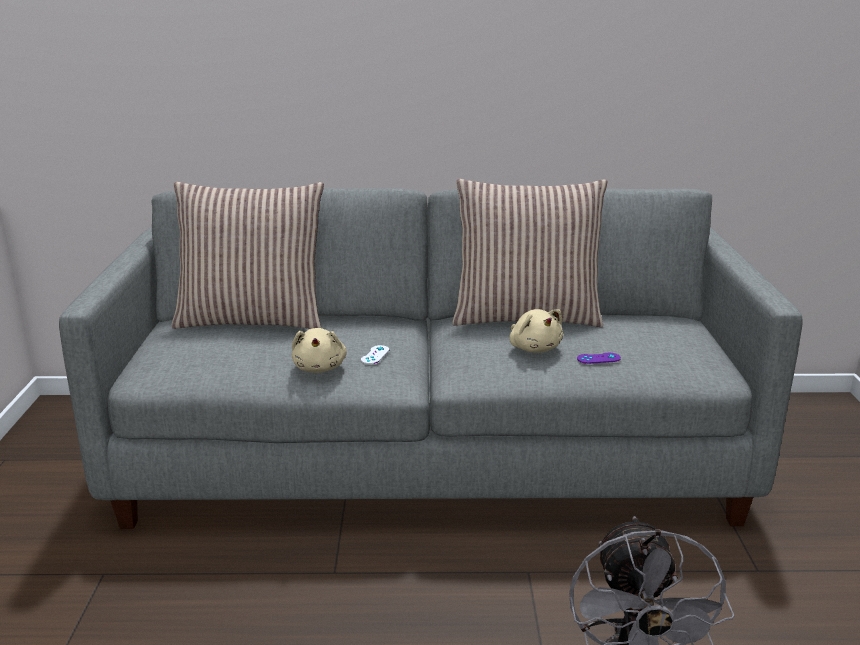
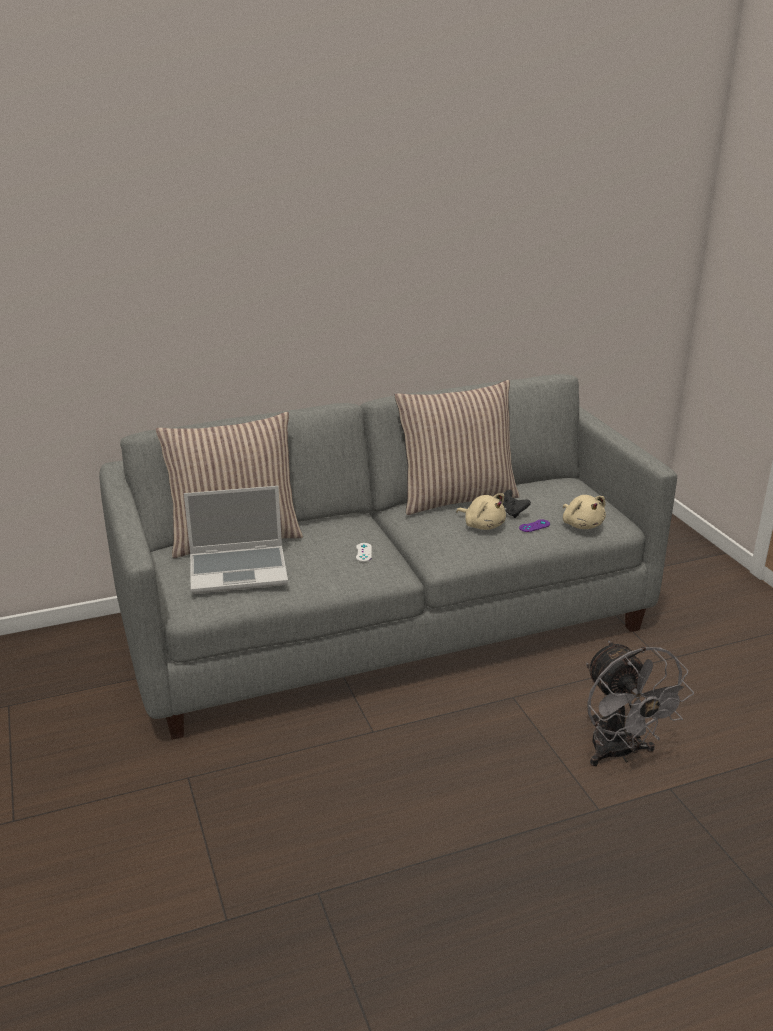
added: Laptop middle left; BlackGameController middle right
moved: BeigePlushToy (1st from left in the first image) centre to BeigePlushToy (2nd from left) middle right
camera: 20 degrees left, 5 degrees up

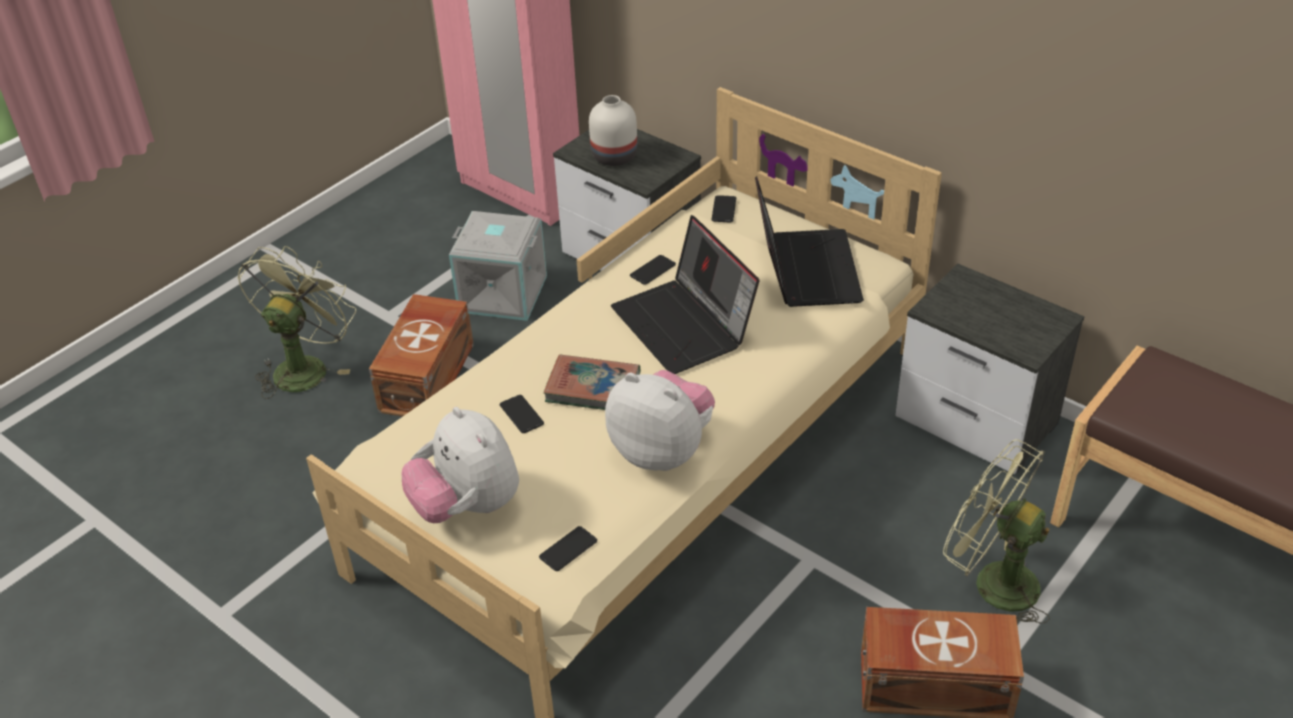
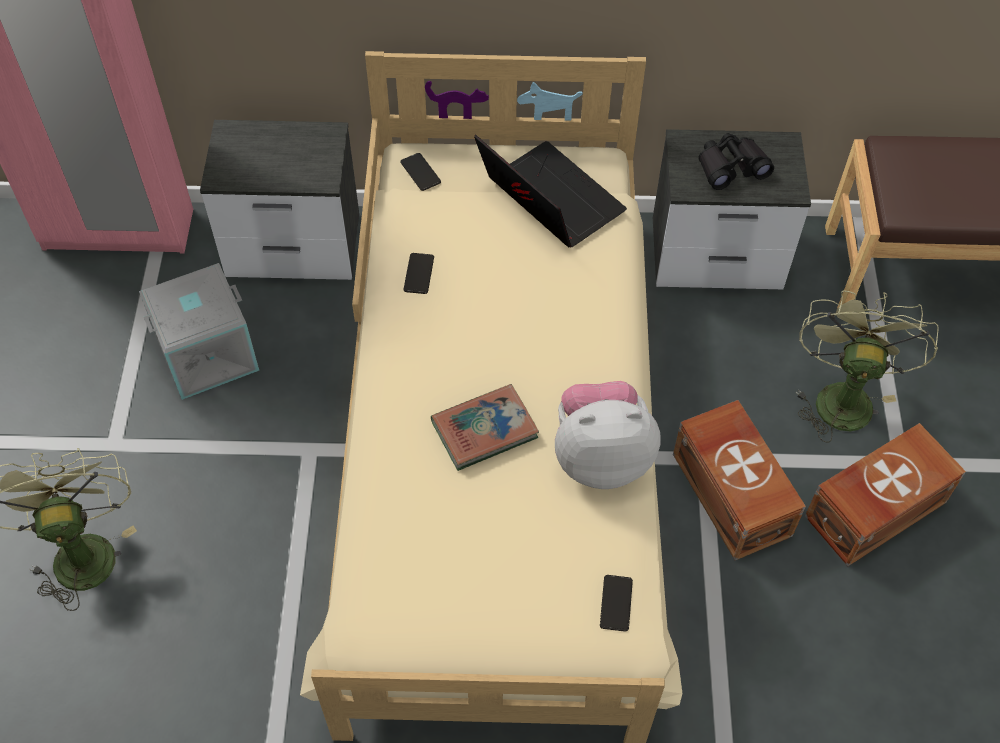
removed: PlushToy (1st from left) centre; Phone (1st from left) centre; WhiteVase top centre; Laptop (1st from left) centre
added: BlackBinoculars top right
moved: BrownStorageBox (1st from left) middle left to middle right
turned: GreenFan (2nd from left) bottom right = middle right 105 degrees clockwise
camera: 40 degrees left, 15 degrees up

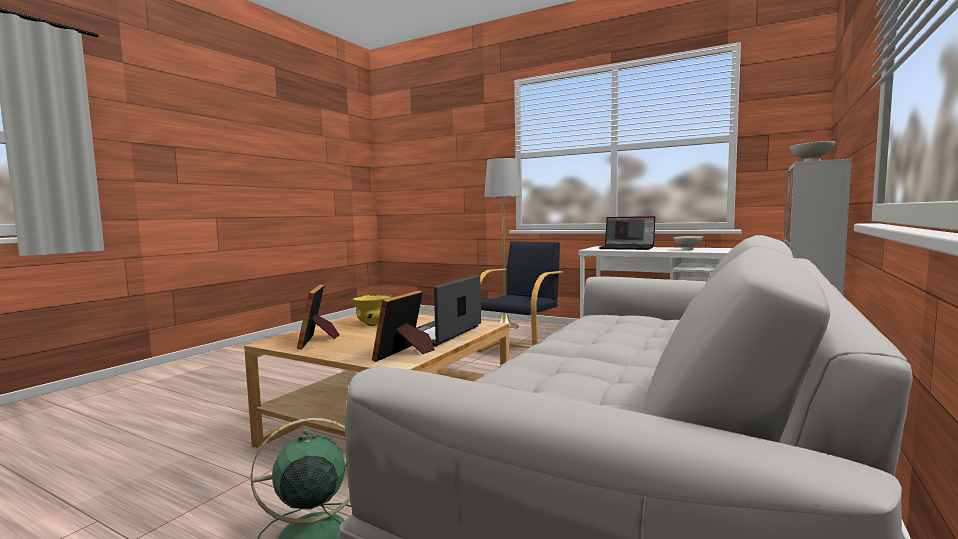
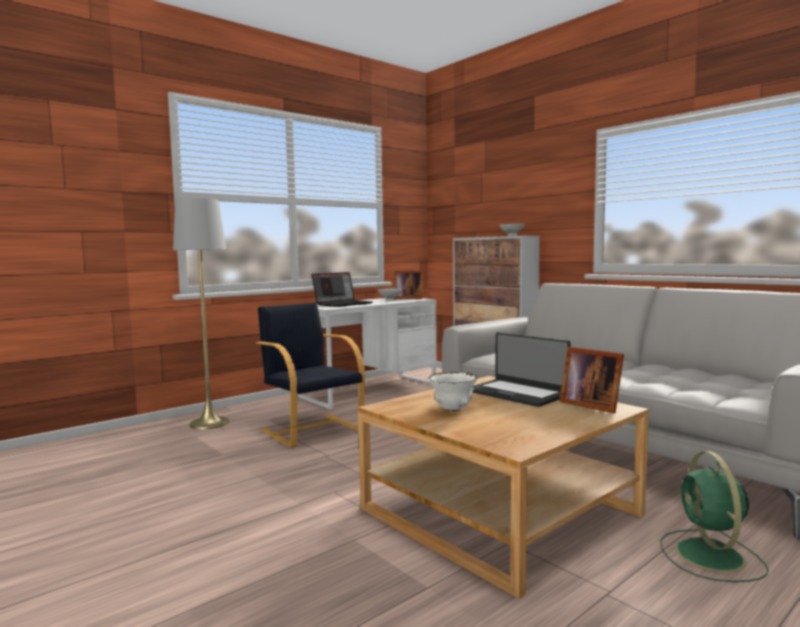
moved: PictureFrame (1st from left) middle left to centre
recoloured: YellowBowl centre to WhiteBowl (2nd from left) centre
camera: 70 degrees left, 0 degrees up

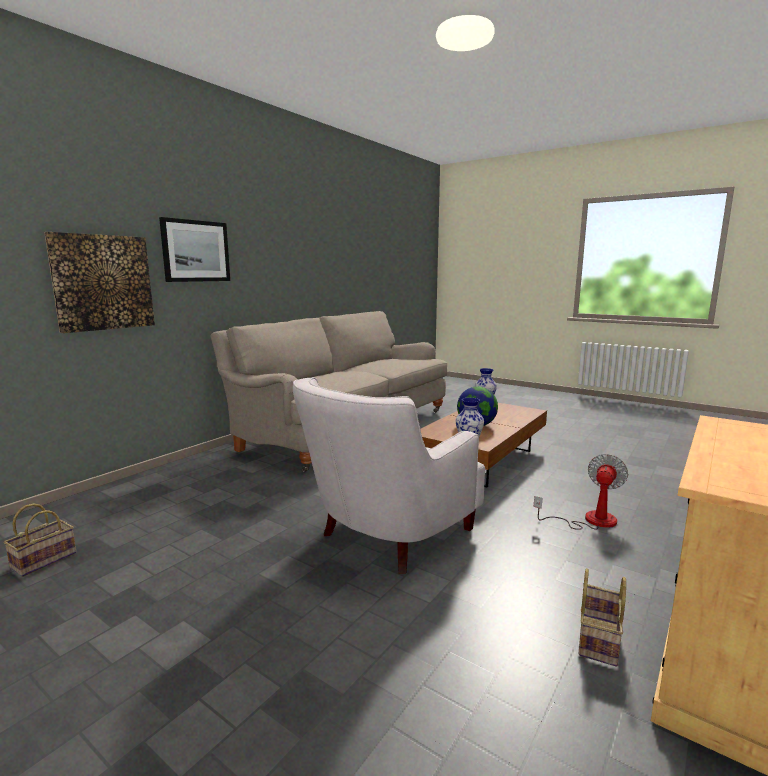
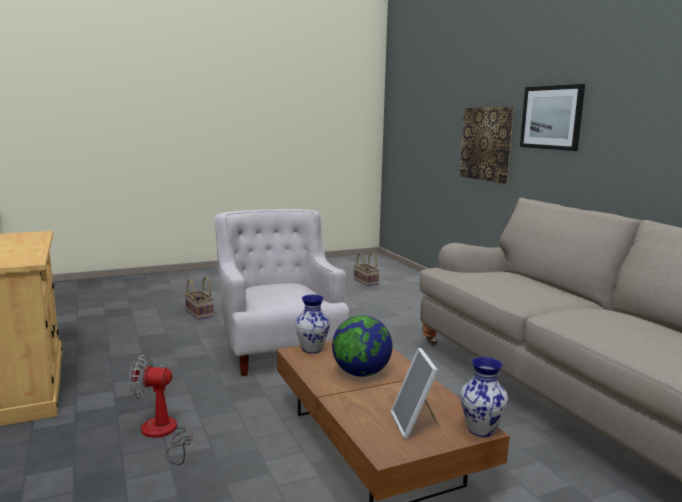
added: PictureFrame bottom centre
moved: Basket (2nd from left in the first image) bottom right to Basket (1st from left) middle left
turned: Fan middle right = bottom left 120 degrees clockwise
camera: 120 degrees right, 0 degrees up

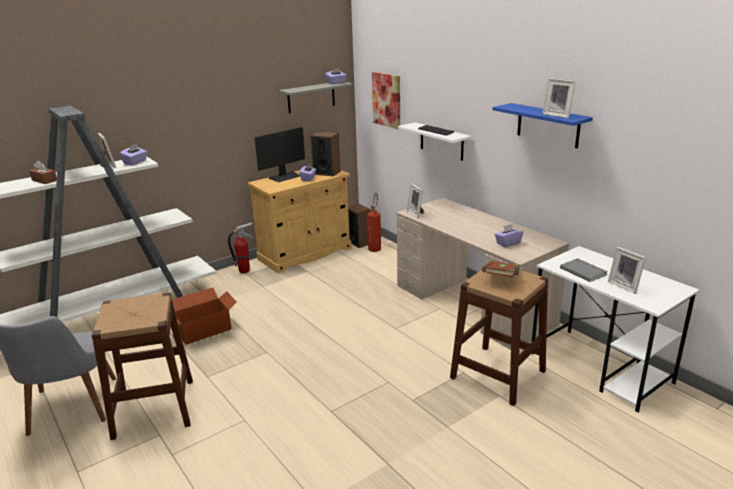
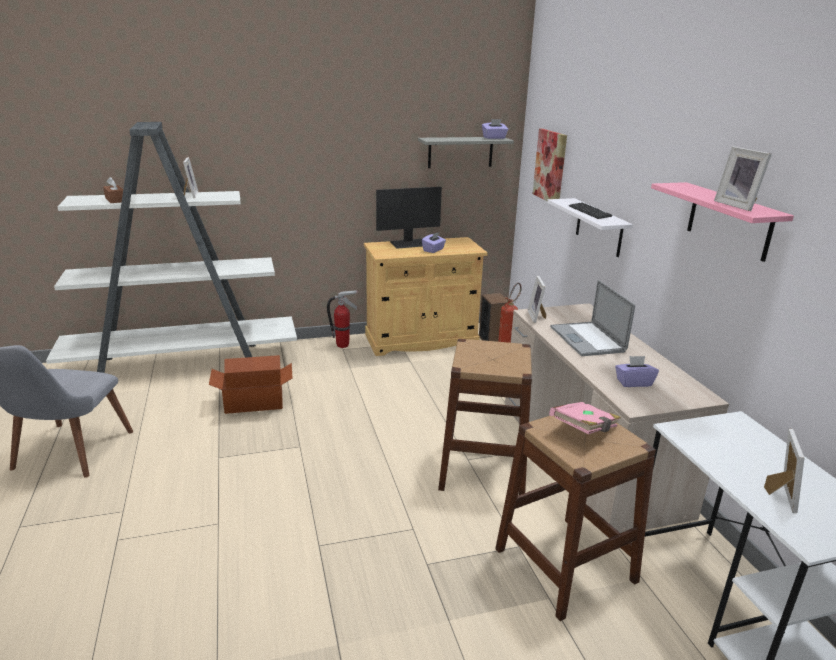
removed: PurpleTissueBox (1st from left) top left; Speaker (1st from left) top centre; GreyBook middle right
added: Laptop middle right
moved: BrownStool (1st from left) bottom left to centre
recoloured: BrownBook middle right to PinkBook middle right; BlueShelf top right to PinkShelf middle right
turned: PictureFrame (4th from left) middle right = bottom right 150 degrees counterclockwise
camera: 20 degrees right, 0 degrees up

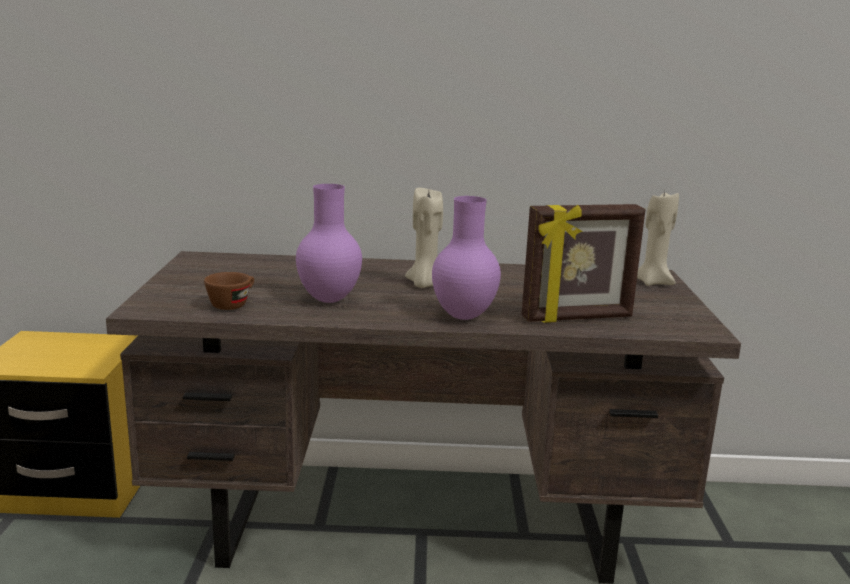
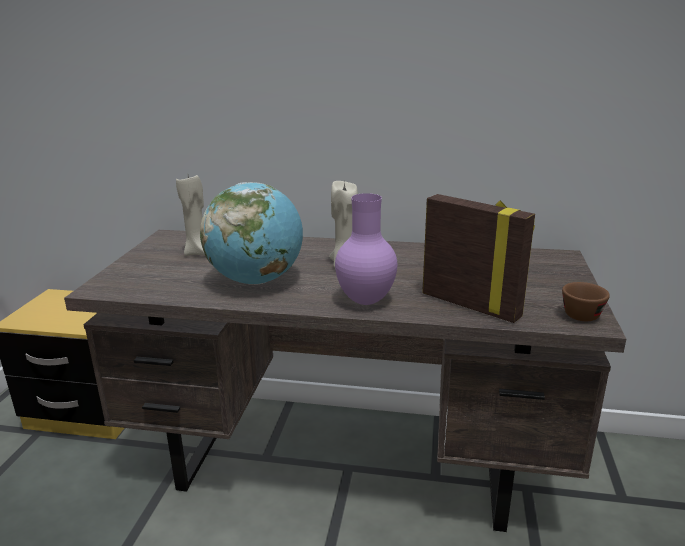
moved: BrownCup middle left to middle right; BeigeCandle (2nd from left in the first image) middle right to BeigeCandle (1st from left) middle left
replaced: PurpleVase (1st from left) centre to Globe centre
turned: PictureFrame middle right = middle right 135 degrees counterclockwise
camera: 10 degrees right, 5 degrees up

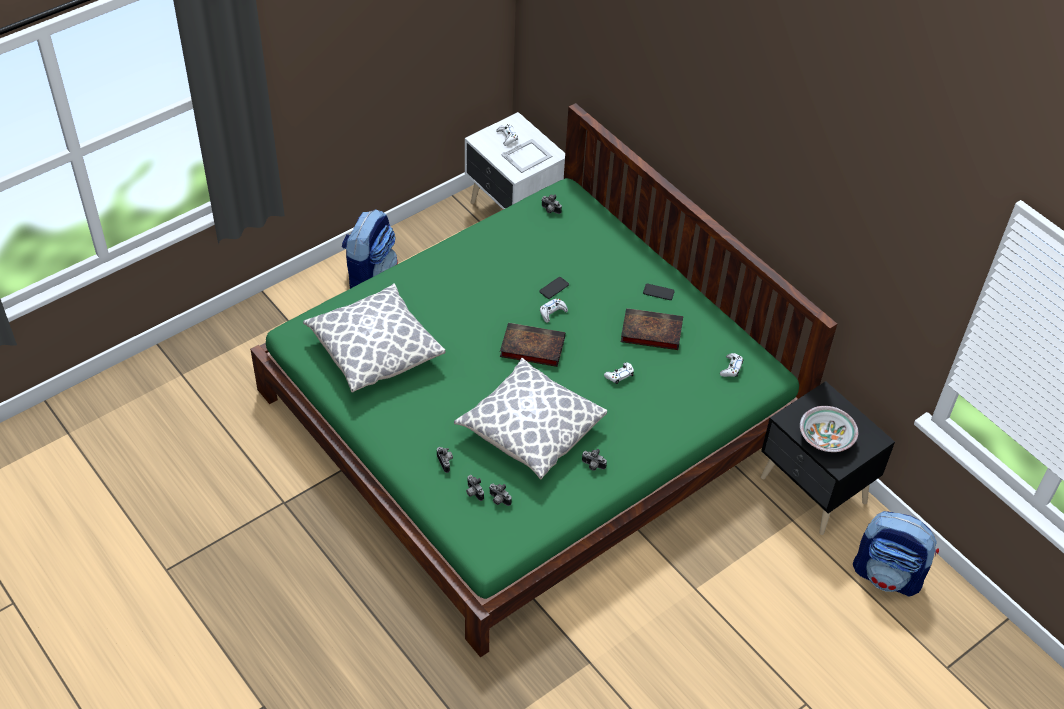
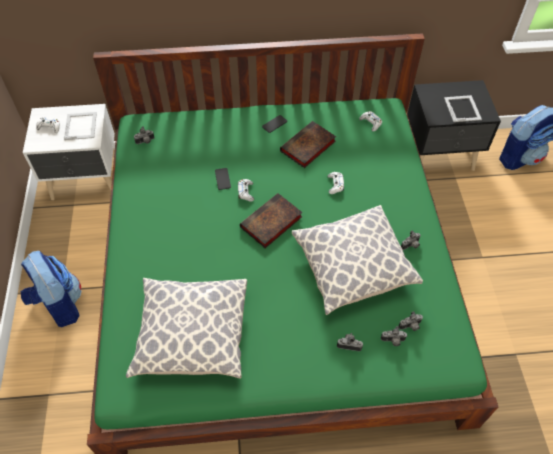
replaced: Bowl middle right to PictureFrame (2nd from left) top right
camera: 55 degrees left, 5 degrees up

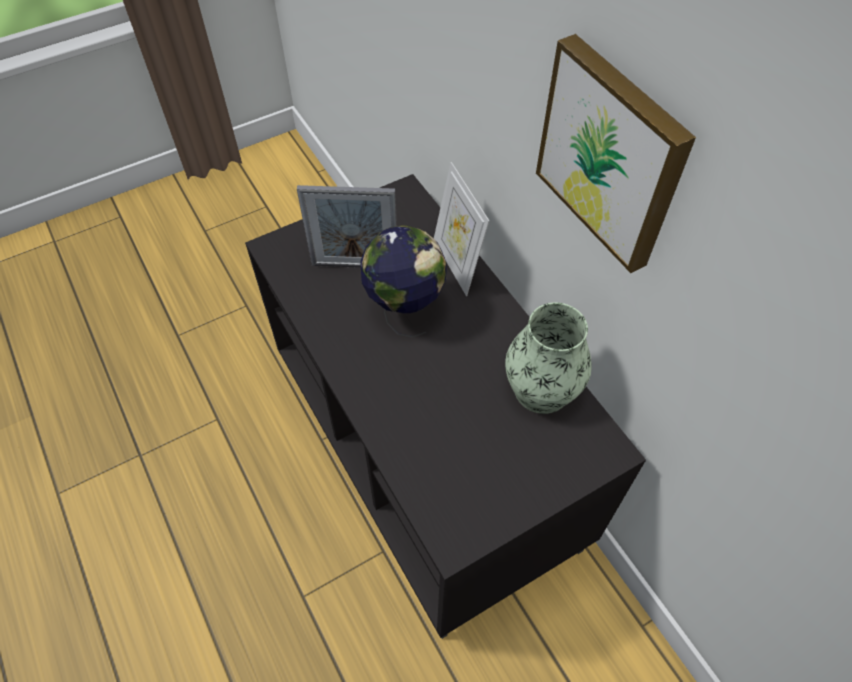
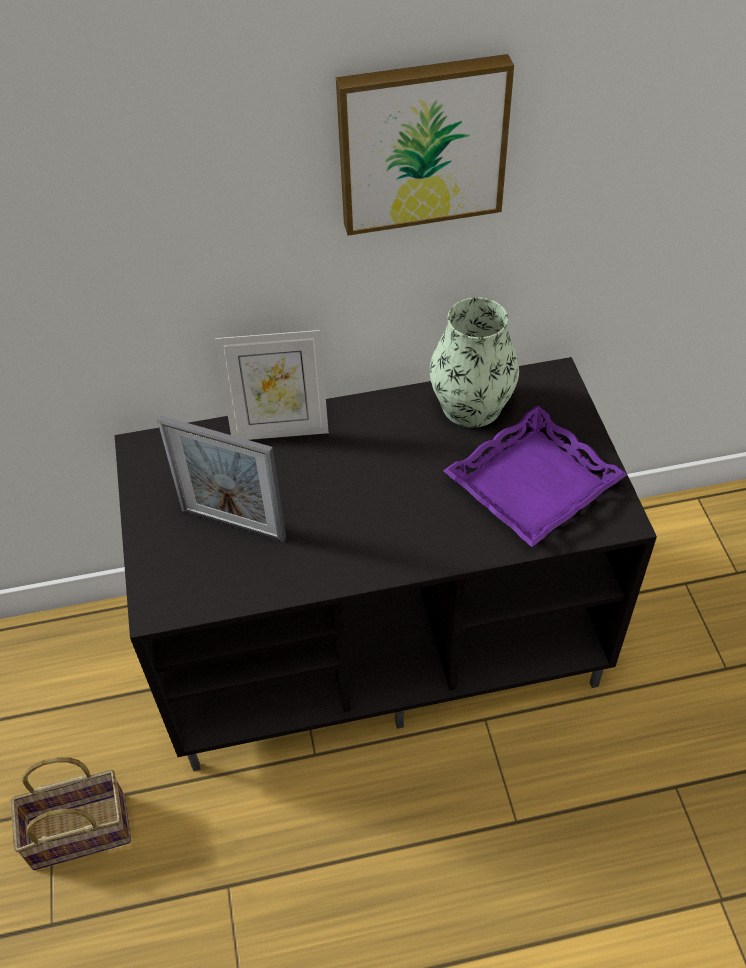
removed: Globe centre
added: Basket bottom left; PurpleTray middle right
turned: PictureFrame (1st from left) top centre = middle left 90 degrees clockwise
camera: 70 degrees left, 5 degrees down

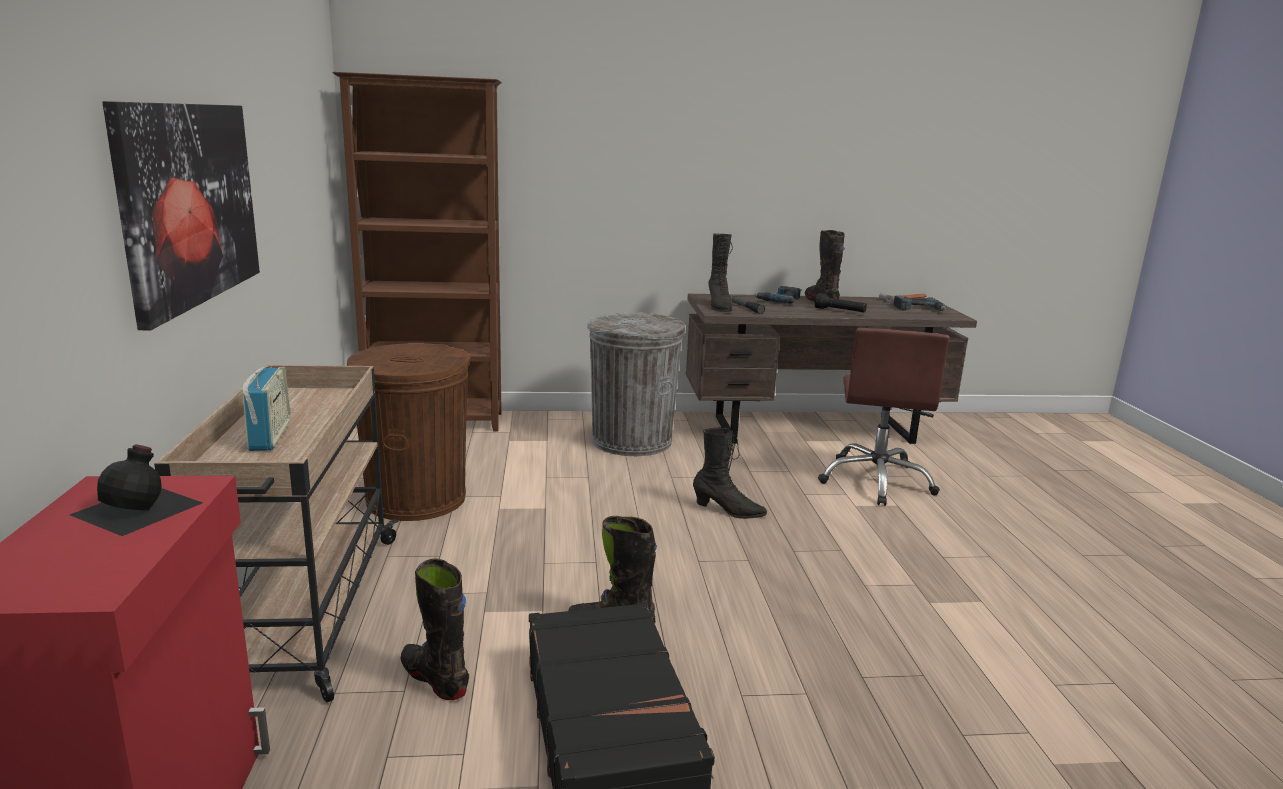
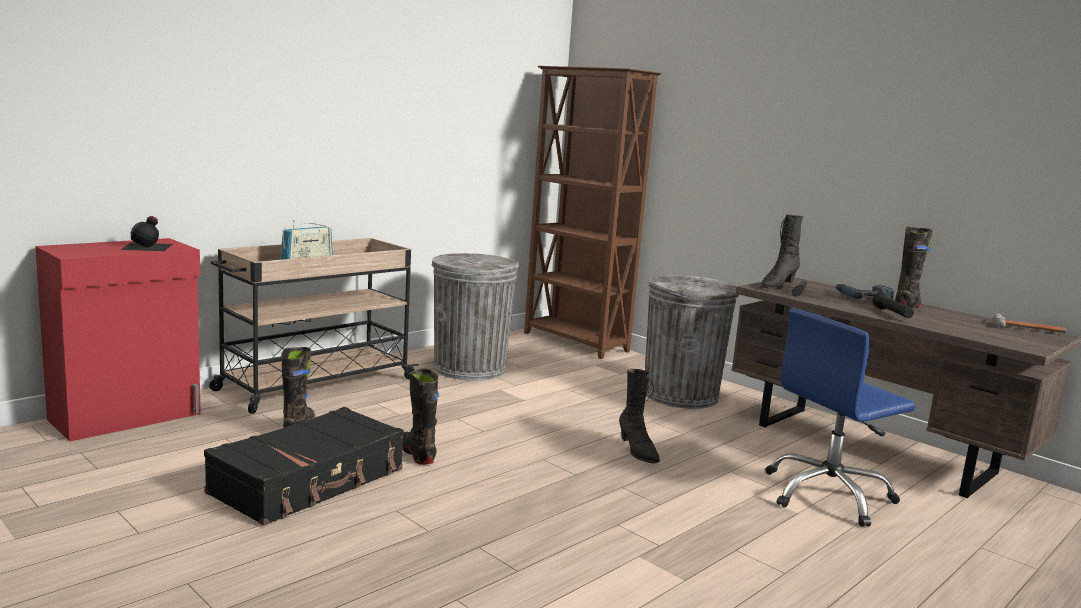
removed: Picture top left; PowerDrill (2nd from left) middle right
recoloured: BrownTrashCan middle left to GreyTrashCan (1st from left) centre; BrownOfficeChair middle right to BlueOfficeChair bottom right
camera: 50 degrees right, 5 degrees down

